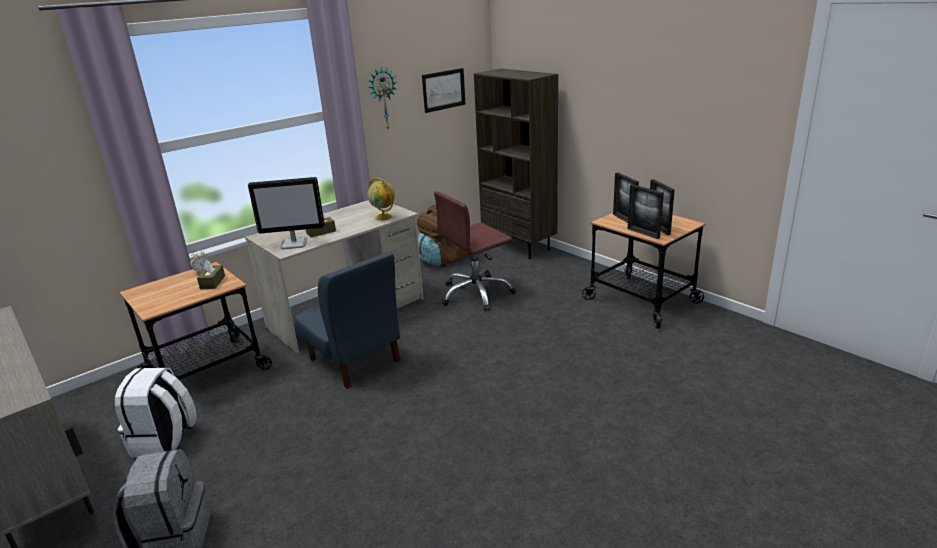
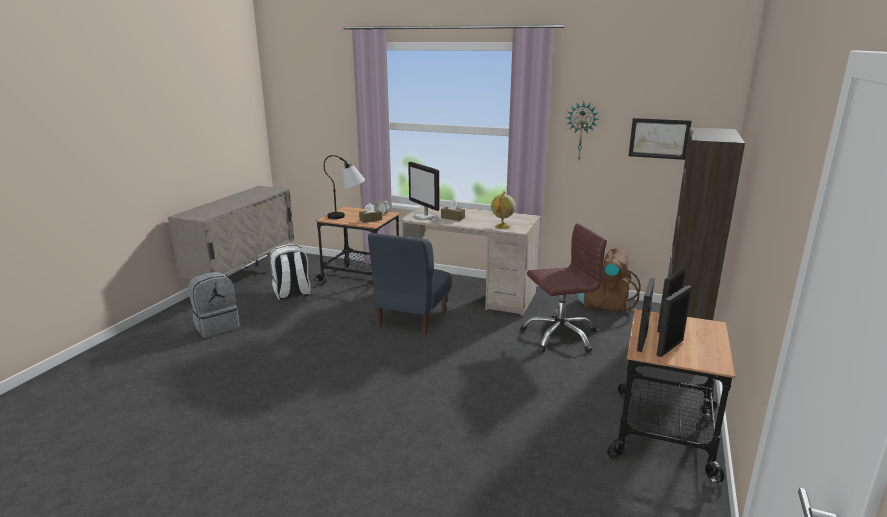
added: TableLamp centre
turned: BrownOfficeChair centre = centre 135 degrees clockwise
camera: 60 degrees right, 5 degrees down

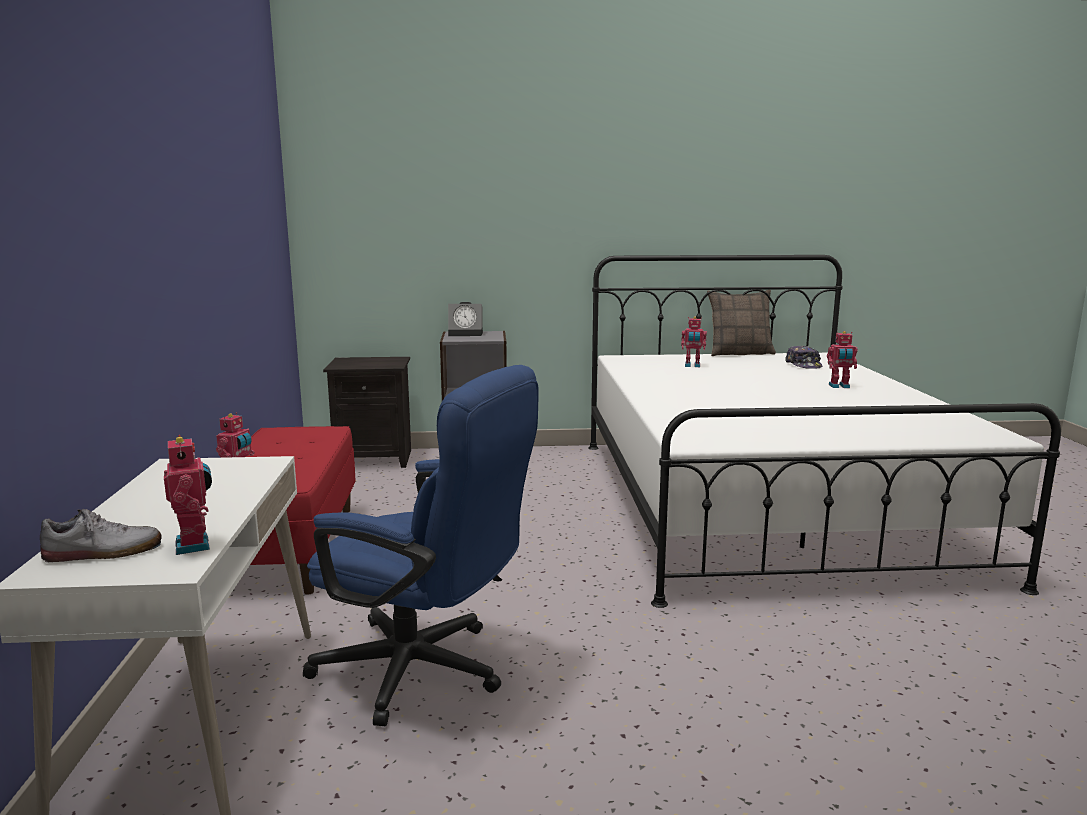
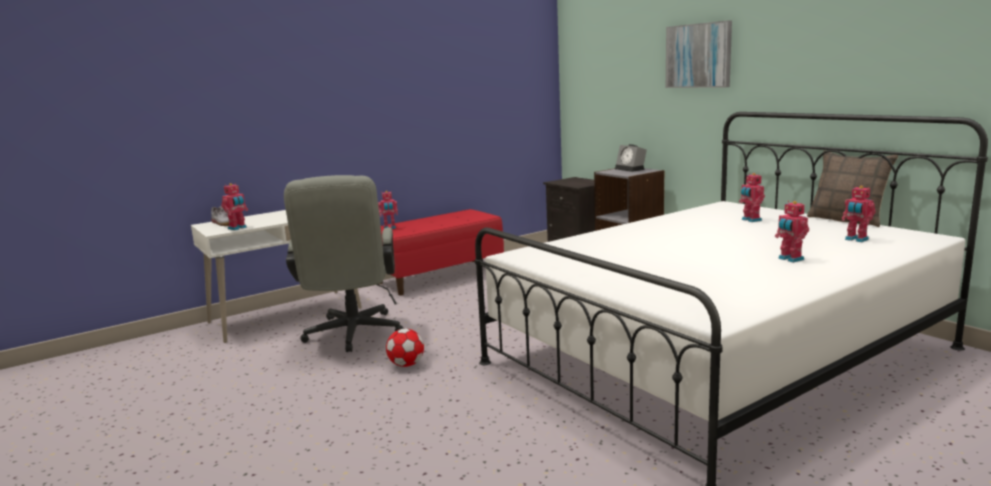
added: Football bottom centre; Picture top right
replaced: Cap middle right to ToyRobot (5th from left) middle right
recoloured: BlueOfficeChair bottom centre to GreyOfficeChair centre
camera: 60 degrees right, 0 degrees up

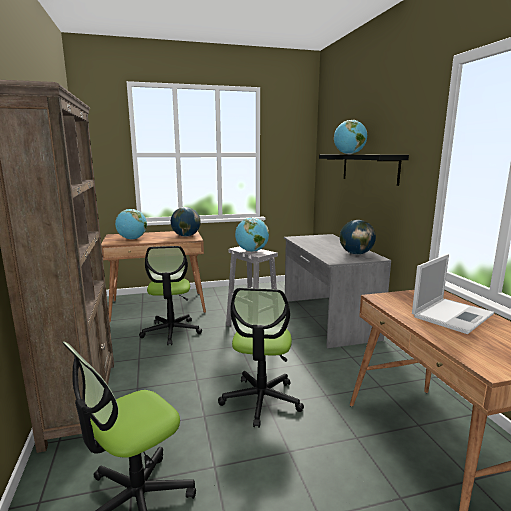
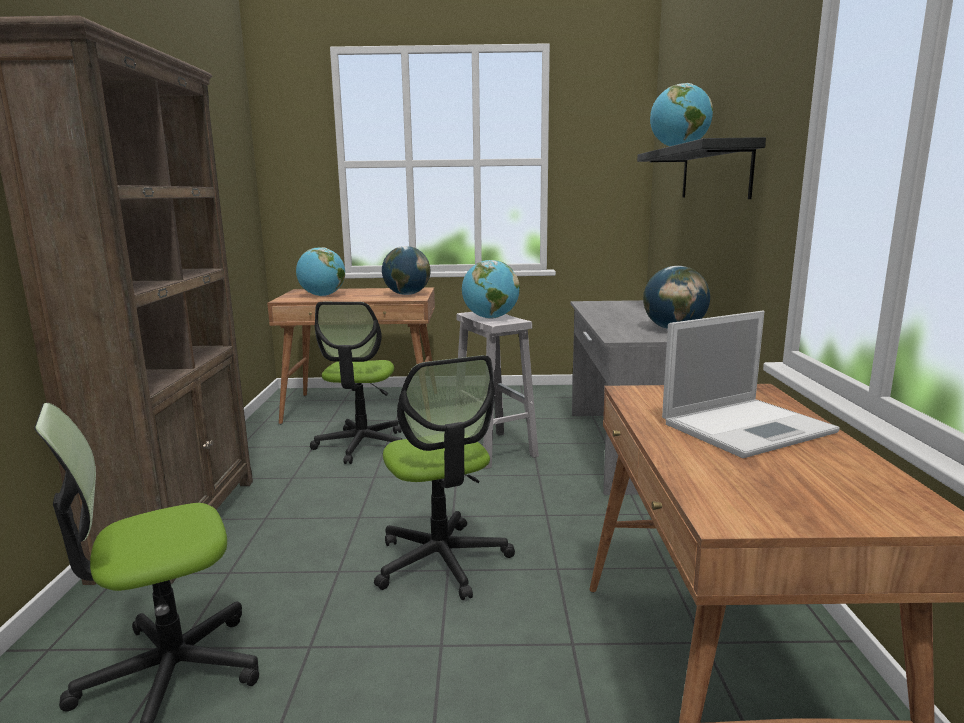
turned: OfficeChair (3rd from left) bottom centre = centre 45 degrees counterclockwise
camera: 15 degrees right, 0 degrees up

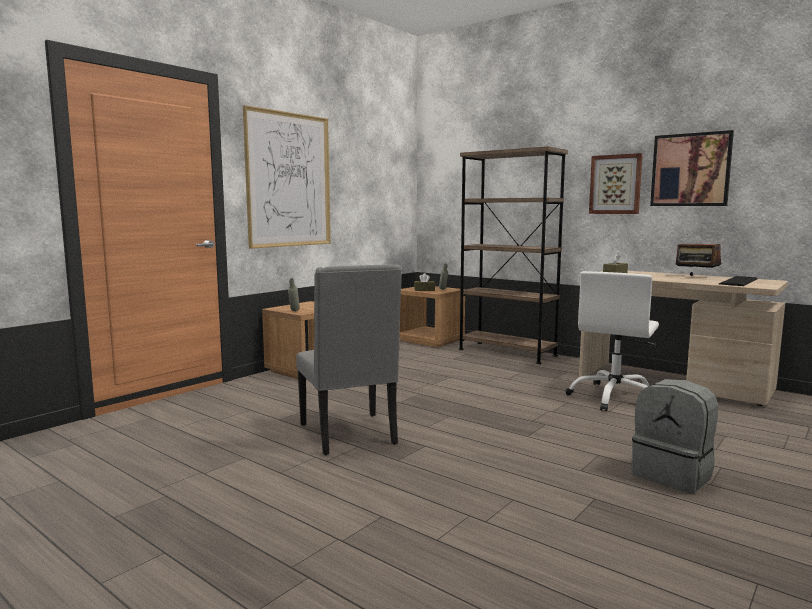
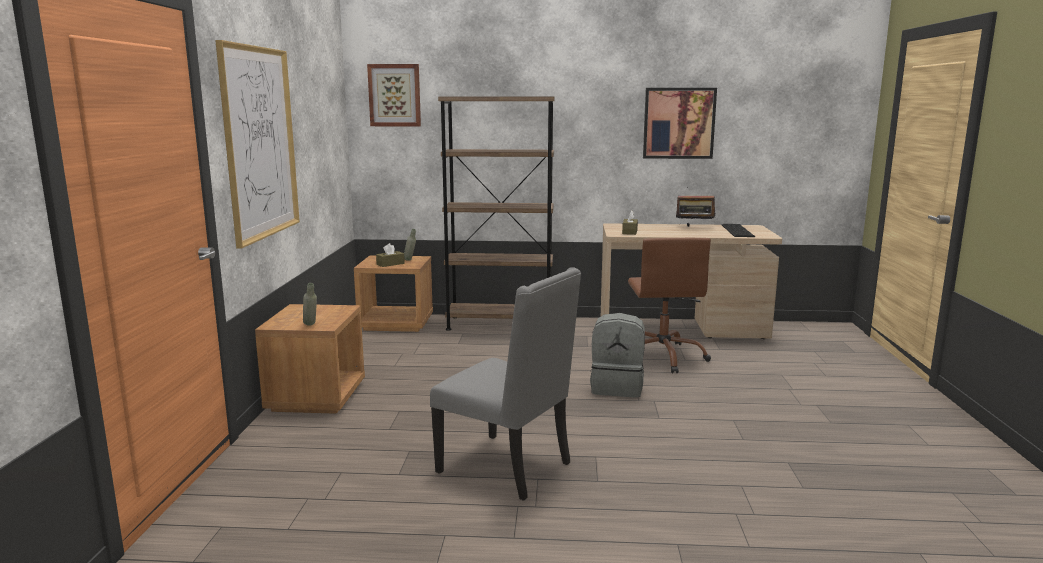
moved: Picture (2nd from left) top right to top centre; GreyBackpack bottom right to centre
recoloured: WhiteOfficeChair middle right to BrownOfficeChair centre
camera: 35 degrees left, 5 degrees up

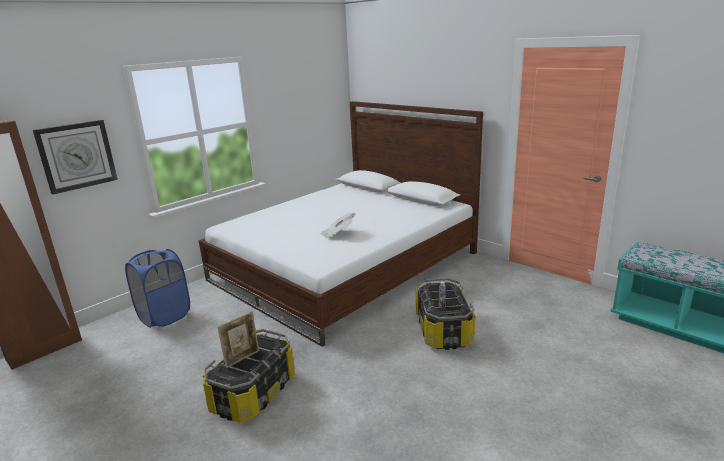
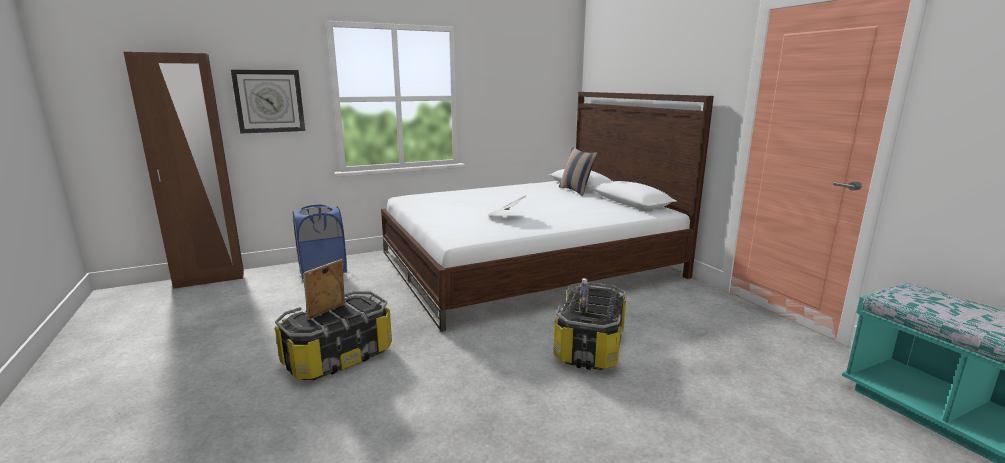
added: Pillow centre
turned: PictureFrame bottom left = middle left 150 degrees clockwise
camera: 20 degrees right, 5 degrees down

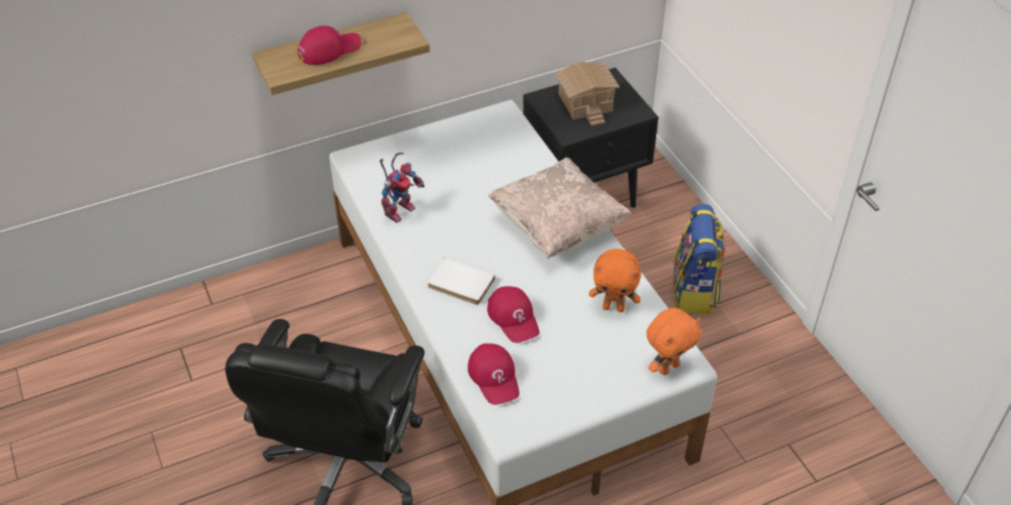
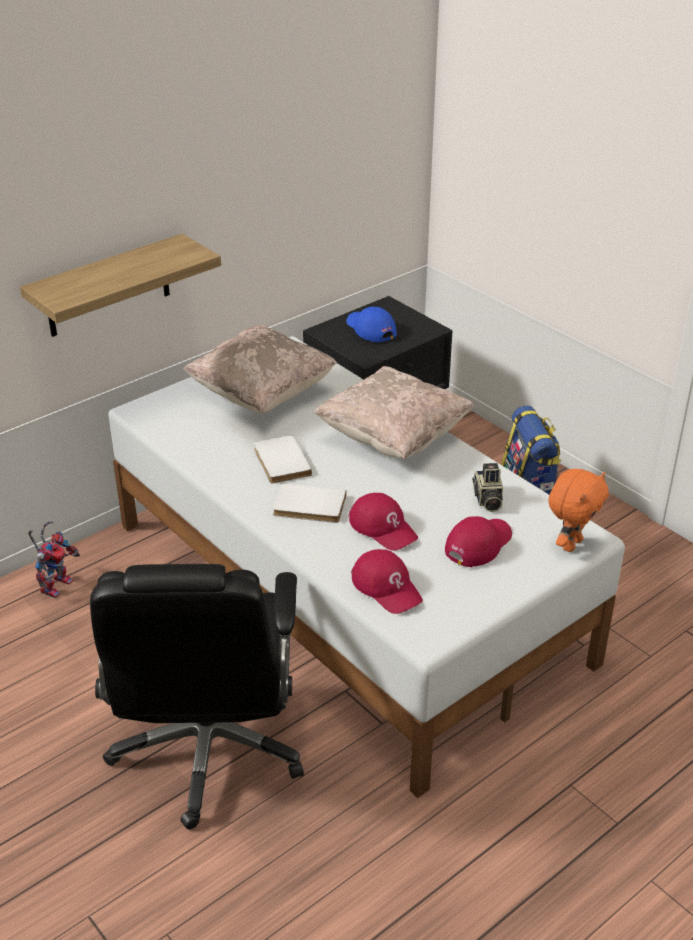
added: BeigePillow (1st from left) centre; WhiteBook (1st from left) centre
moved: RedCap (1st from left in the first image) top left to RedCap (3rd from left) middle right; ToyRobot centre to middle left
replaced: ToyHouse top centre to BlueCap centre; OrangePlushToy (1st from left) centre to PhotoCamera middle right
camera: 15 degrees left, 10 degrees down

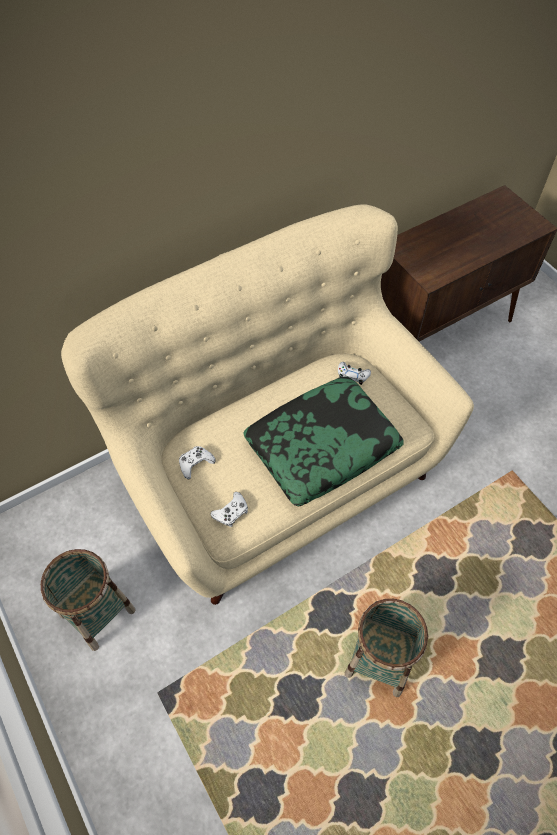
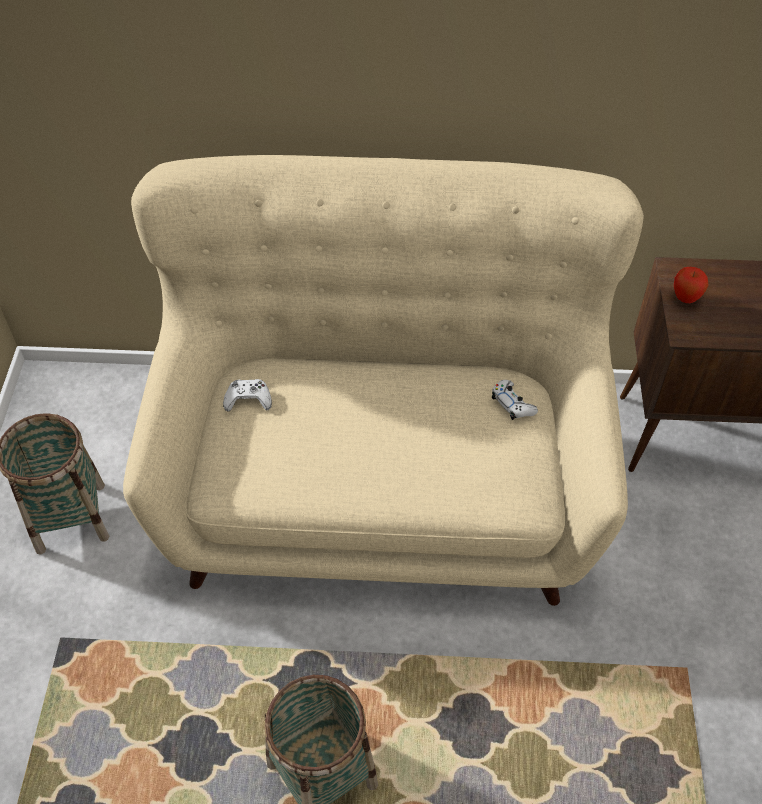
removed: WhiteGameController (2nd from left) centre; Pillow centre
added: Apple middle right
camera: 35 degrees right, 5 degrees down

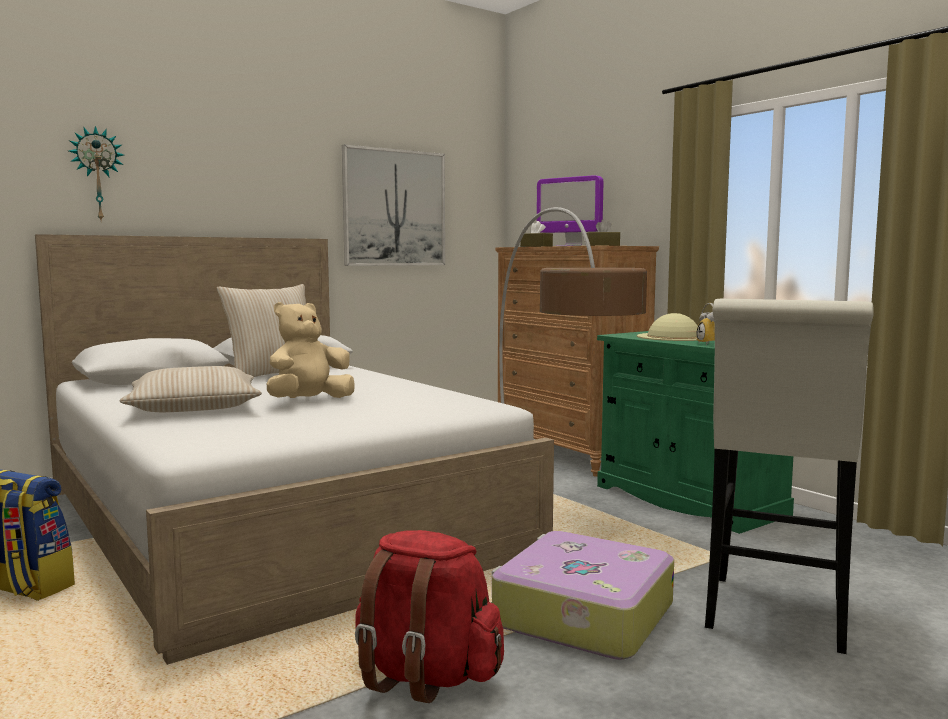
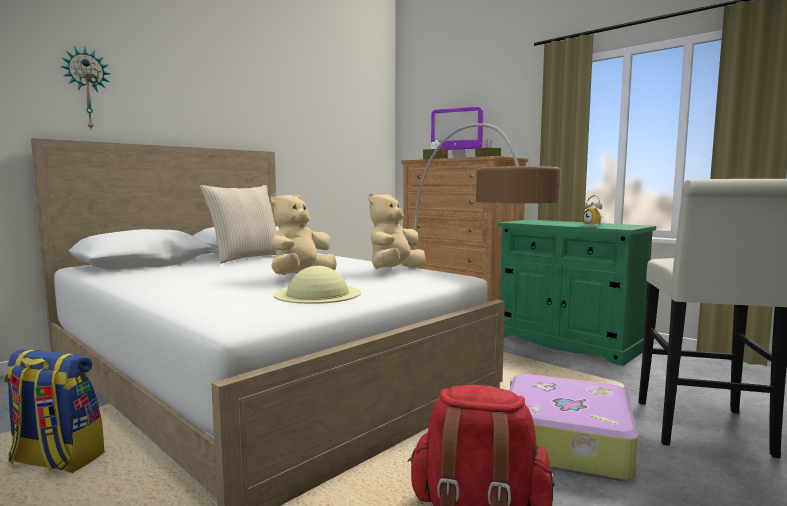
removed: BeigePillow (1st from left) middle left; Picture top centre
added: BeigePlushToy (2nd from left) centre
moved: BeigeHat middle right to centre
camera: 10 degrees left, 0 degrees up

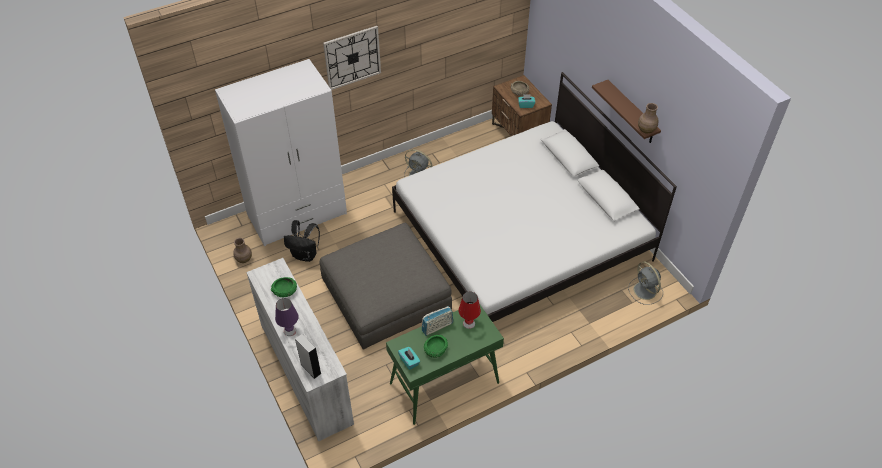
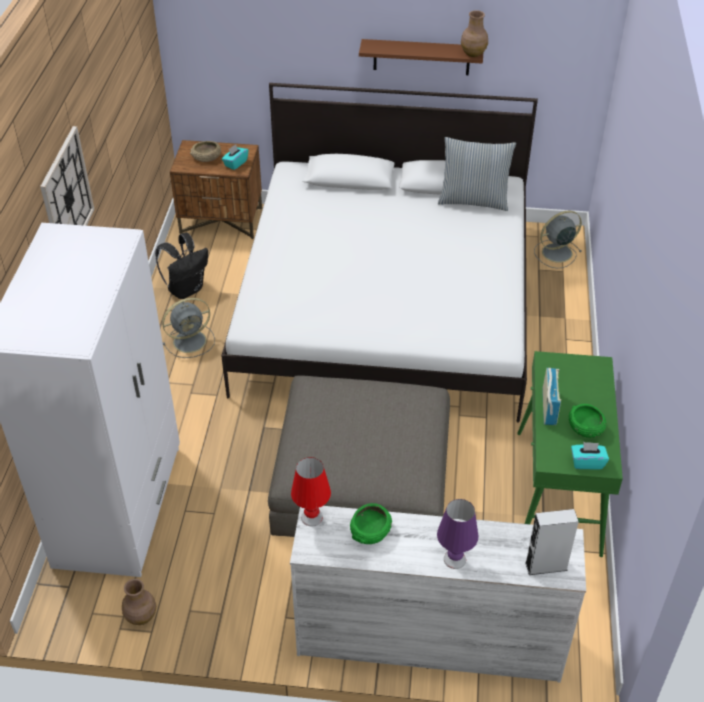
added: Pillow top right
moved: BlackBackpack centre to middle left; RedTableLamp centre to bottom centre
turned: GreyFan (2nd from left) middle right = middle right 150 degrees clockwise
camera: 55 degrees left, 5 degrees down

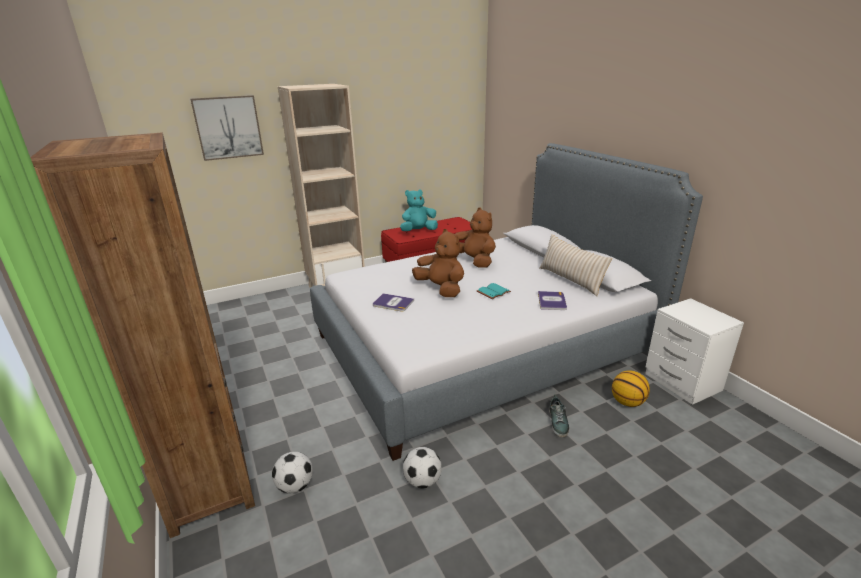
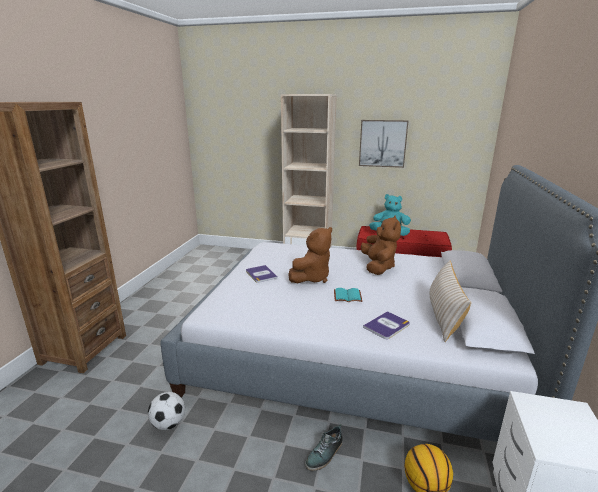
removed: Football (1st from left) bottom centre
moved: Picture top left to top centre
turned: BrownPlushToy (1st from left) centre = centre 45 degrees clockwise
camera: 40 degrees right, 5 degrees down

